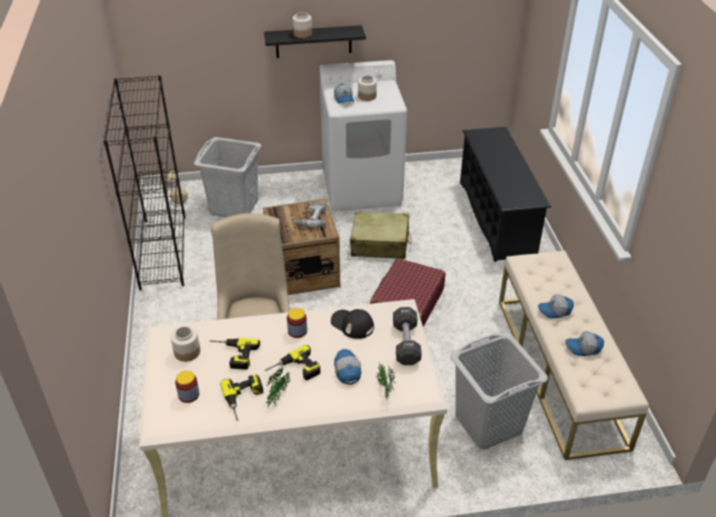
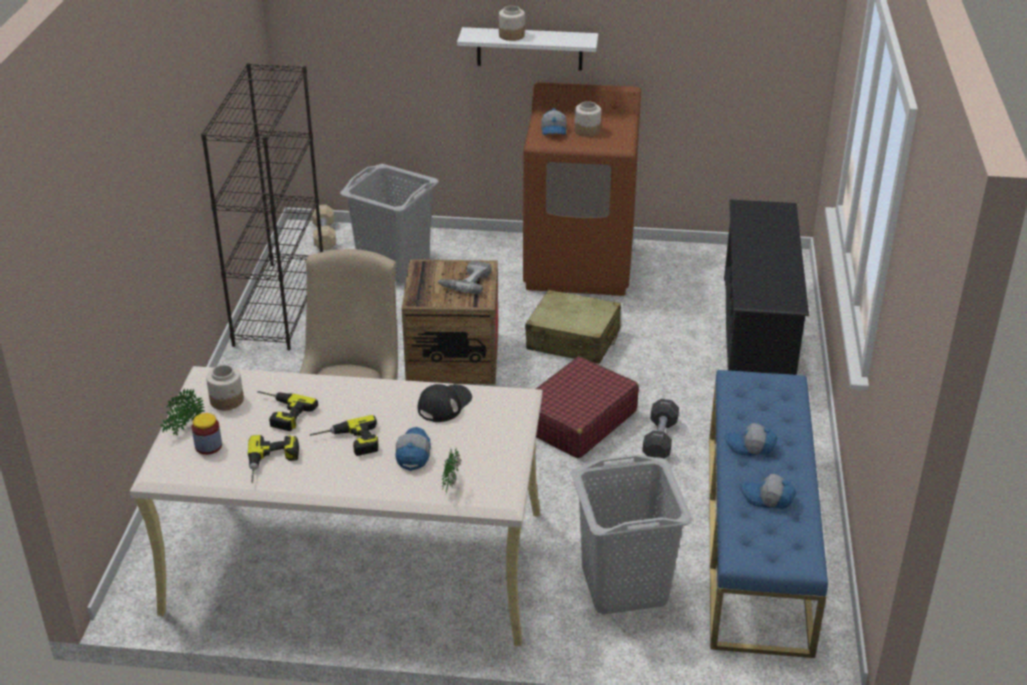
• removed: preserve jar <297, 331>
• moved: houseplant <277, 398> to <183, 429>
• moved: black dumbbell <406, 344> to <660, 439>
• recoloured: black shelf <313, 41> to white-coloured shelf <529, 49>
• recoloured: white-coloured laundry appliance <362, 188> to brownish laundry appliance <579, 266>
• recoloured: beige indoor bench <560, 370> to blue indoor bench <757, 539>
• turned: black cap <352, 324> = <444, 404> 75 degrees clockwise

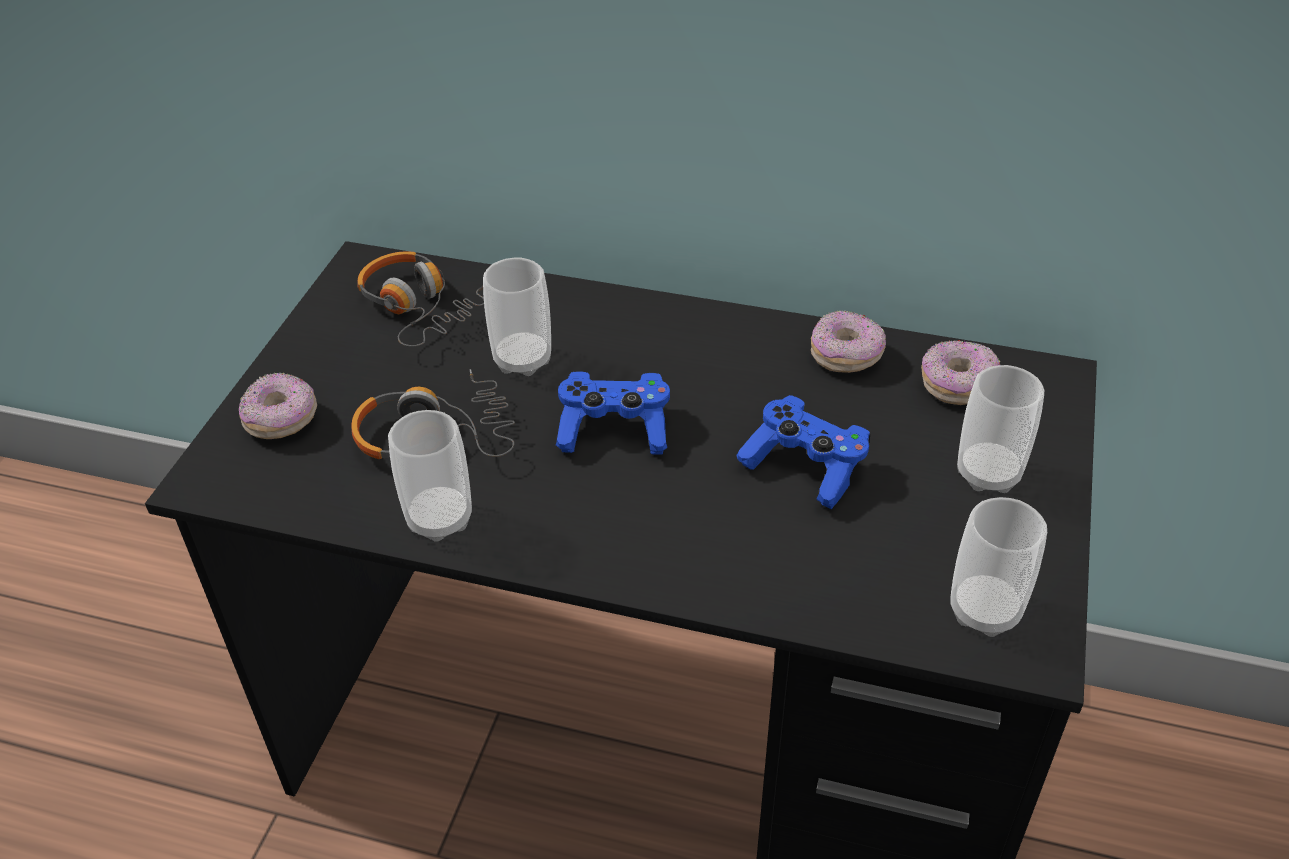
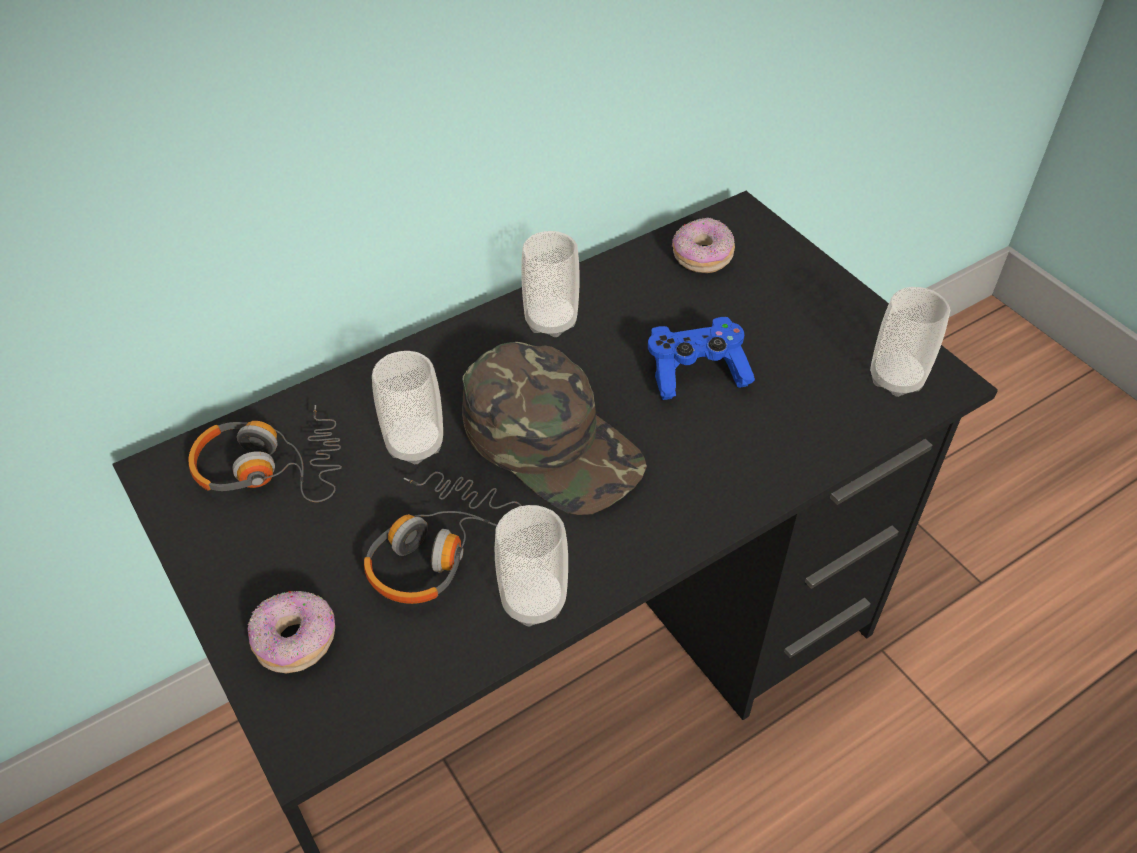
• removed: doughnut <846, 356>
• moved: small cup <988, 473> to <551, 321>
• replaced: blue gamepad <614, 429> to green cap <552, 441>

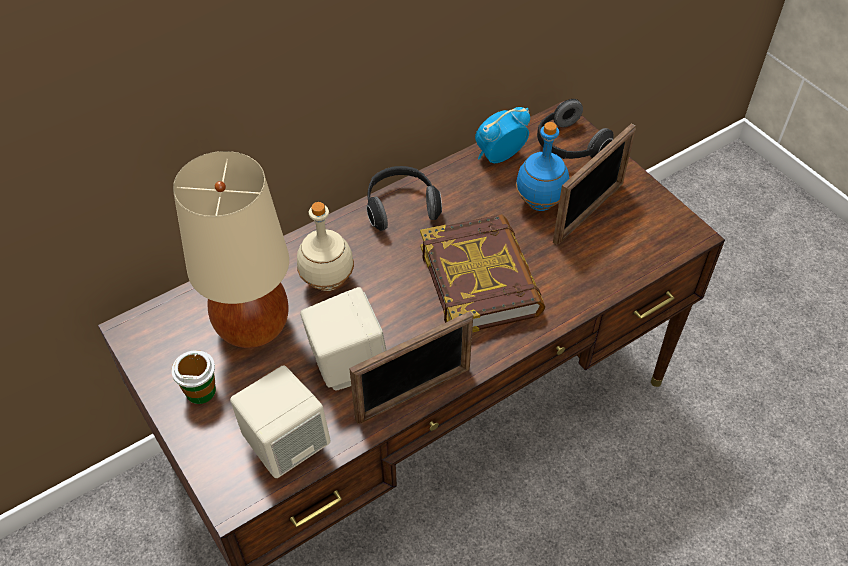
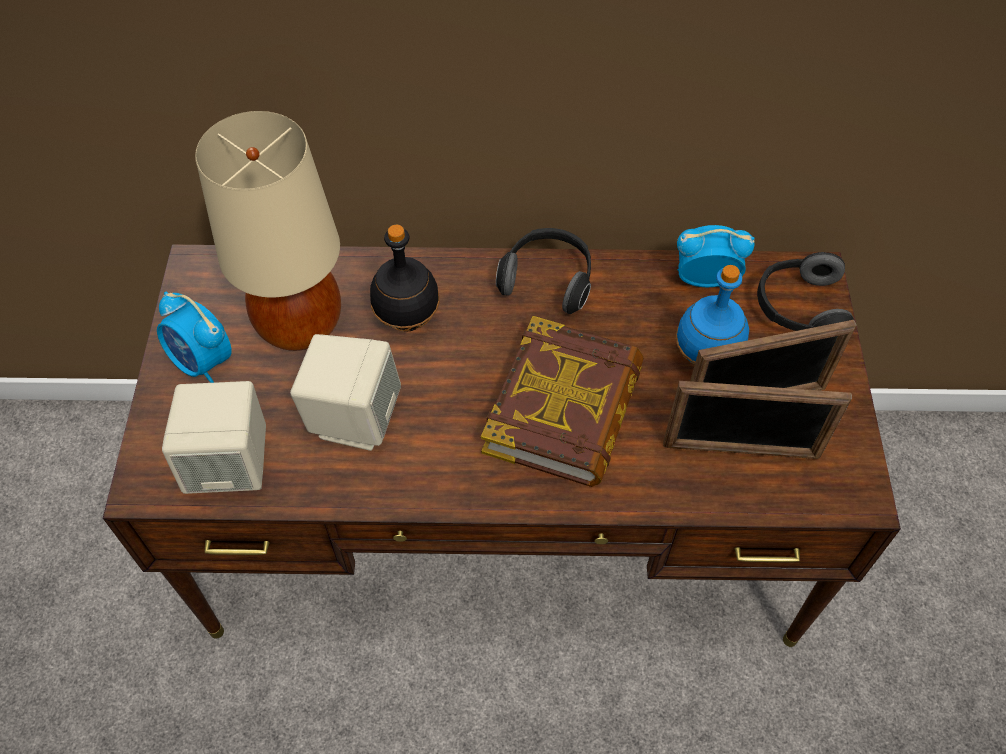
• moved: standing frame <414, 394> to <741, 450>
• replaced: small cup <200, 390> to table clock <203, 362>
• recoloured: beige drink bottle <326, 281> to black drink bottle <406, 319>

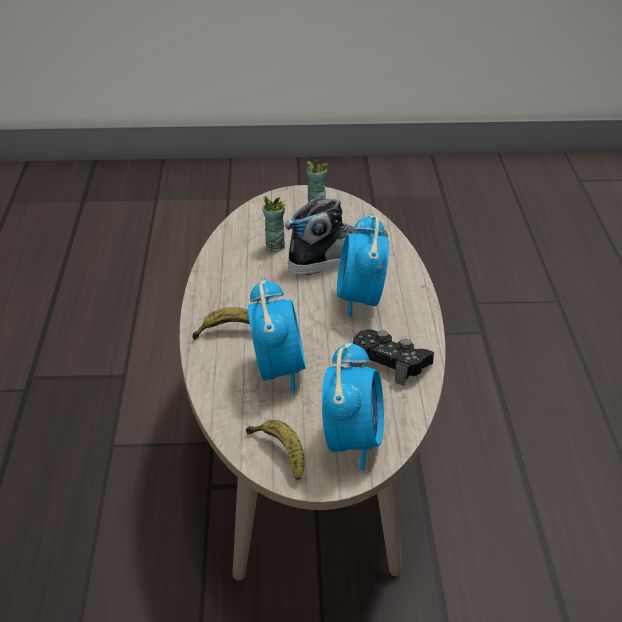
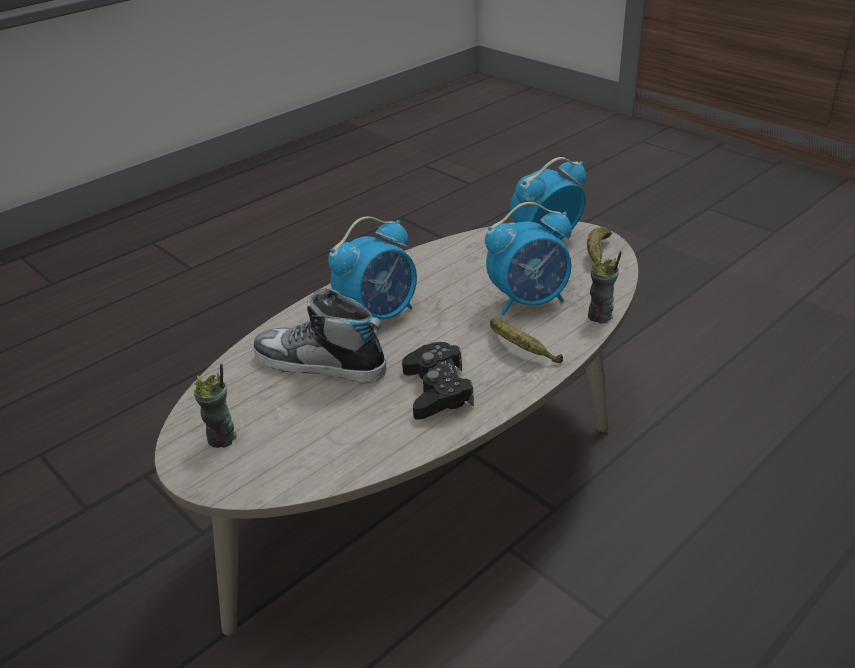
• moved: small cup <274, 246> to <600, 317>
• moved: black gamepad <390, 363> to <437, 390>
• turned: table clock <277, 372> = <529, 301> 150 degrees counterclockwise

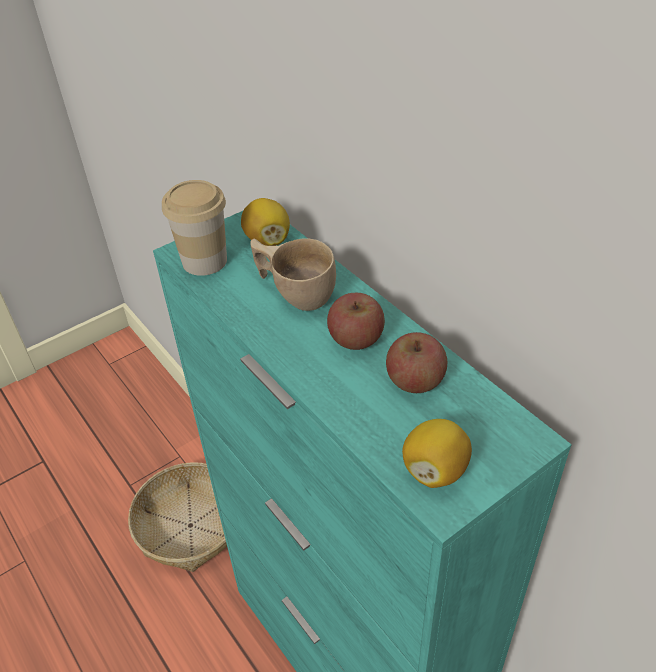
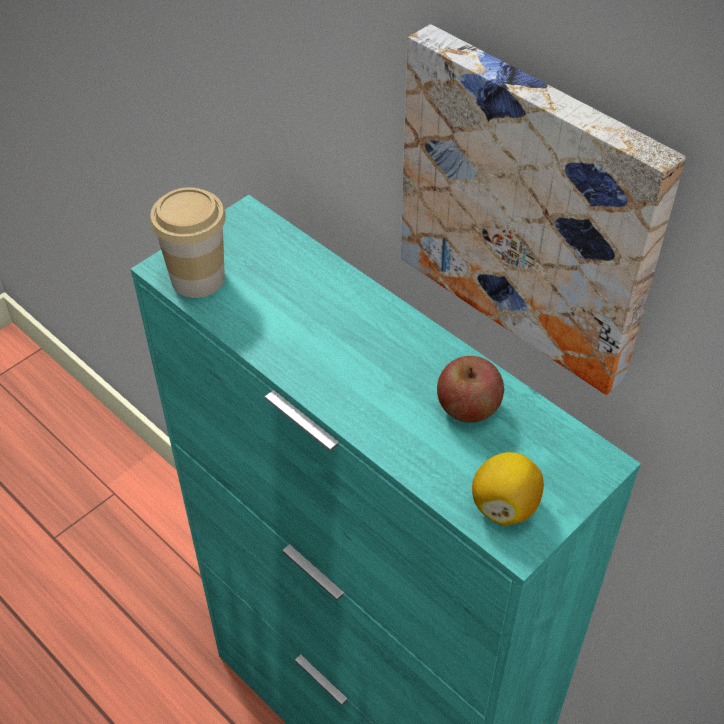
• removed: basket <190, 525>
• removed: lemon <267, 240>
• removed: beige small cup <295, 292>
• removed: apple fruit <356, 339>
• added: picture <532, 206>

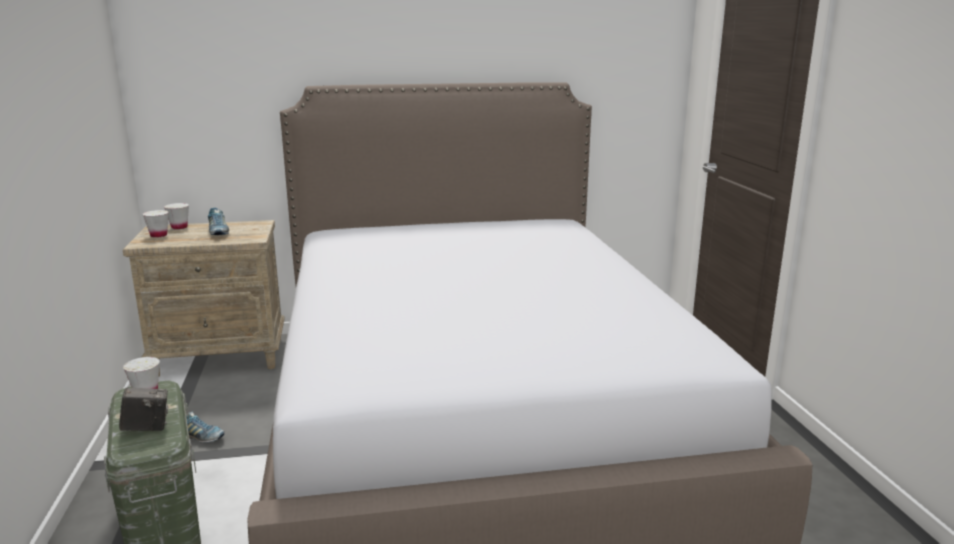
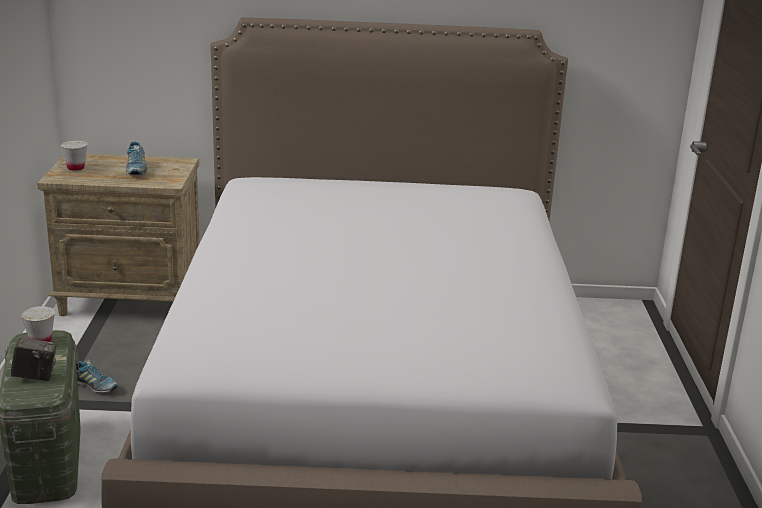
• removed: white-coloured small cup <179, 227>

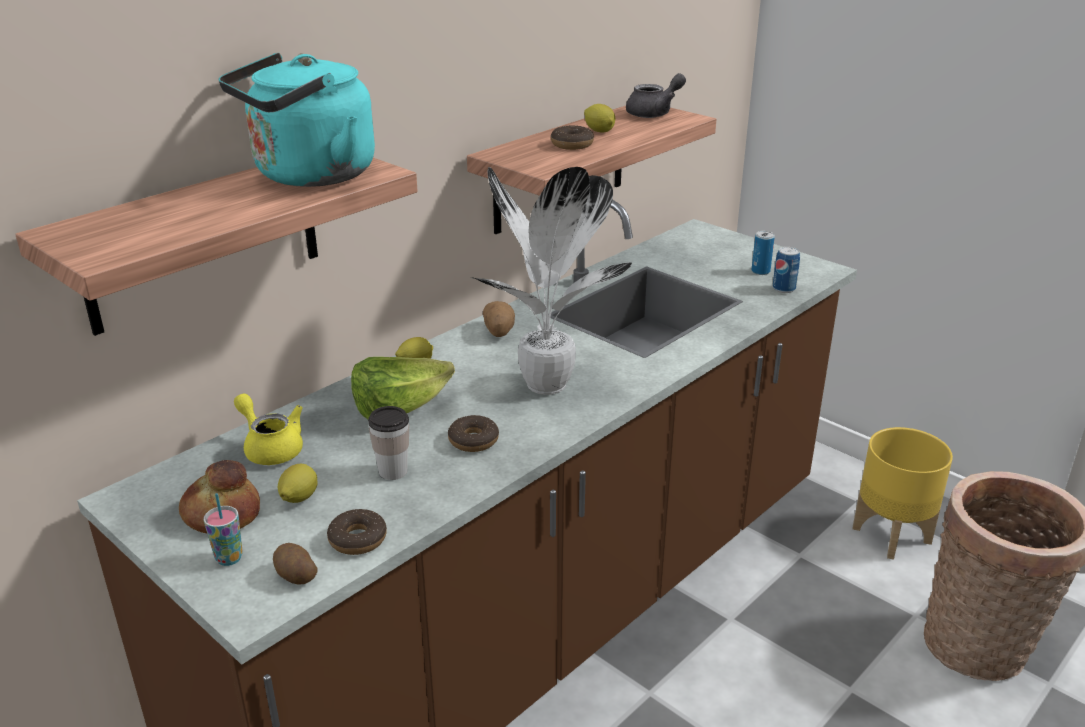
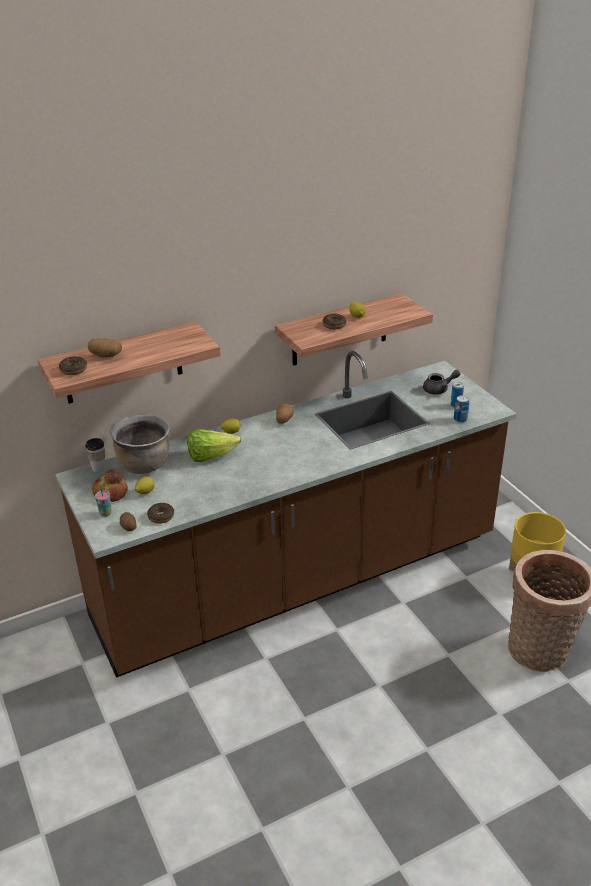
• removed: blue-green tea kettle <309, 176>
• removed: houseplant <547, 387>
• added: spud <105, 356>
• moved: small cup <393, 471> to <98, 468>
• moved: doughnut <473, 440> to <73, 369>
• moved: greyish pot for tea <654, 113> to <439, 389>
• replaced: yellow pot for tea <271, 447> to brownish cooking pot <144, 464>

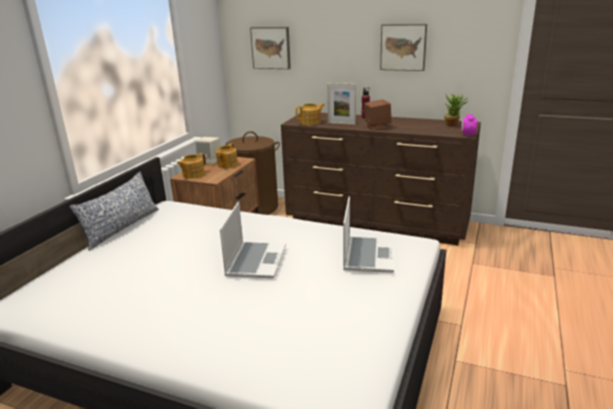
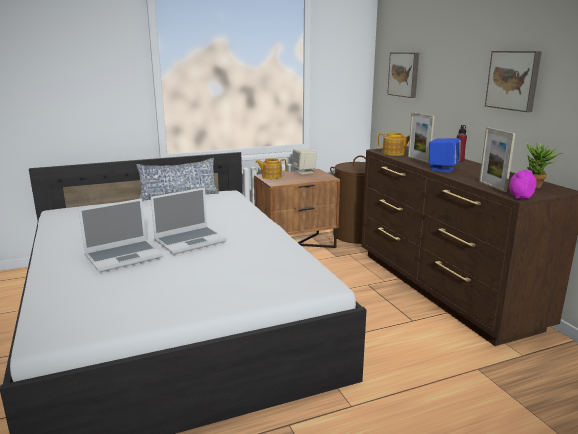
• removed: pot for tea <227, 165>
• added: standing frame <492, 186>
• moved: notebook computer <368, 255> to <124, 256>
• recoloured: brownish loudspeaker <377, 127> to blue loudspeaker <442, 169>

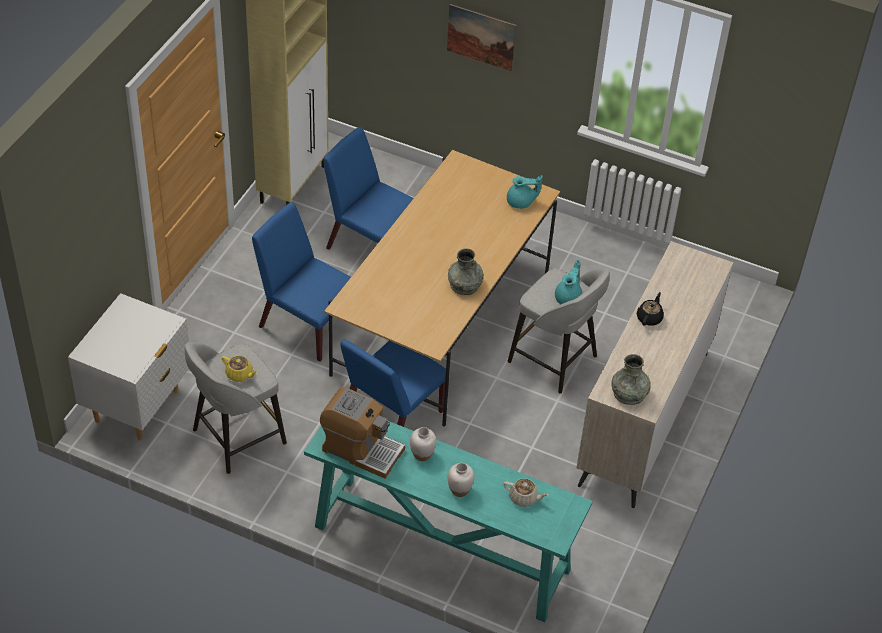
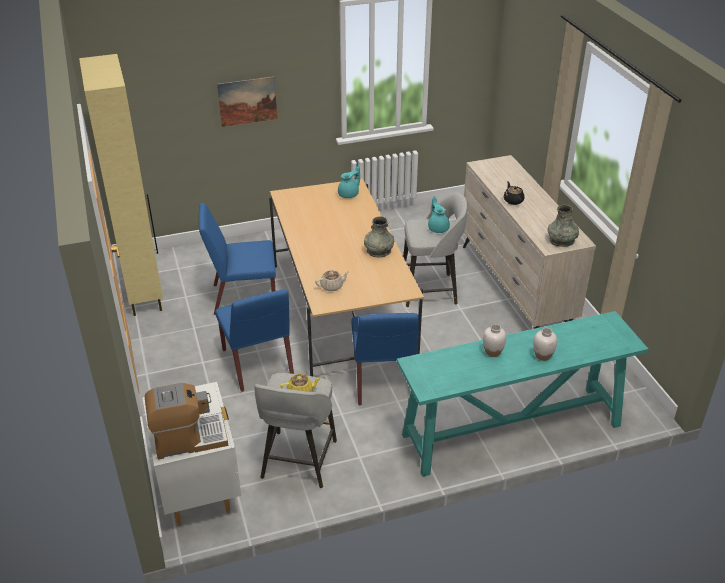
• moved: coffee brewer <361, 449> to <188, 438>
• moved: beige pot for tea <524, 498> to <332, 286>
• turned: blue plain chair <307, 325> = <258, 364> 105 degrees counterclockwise

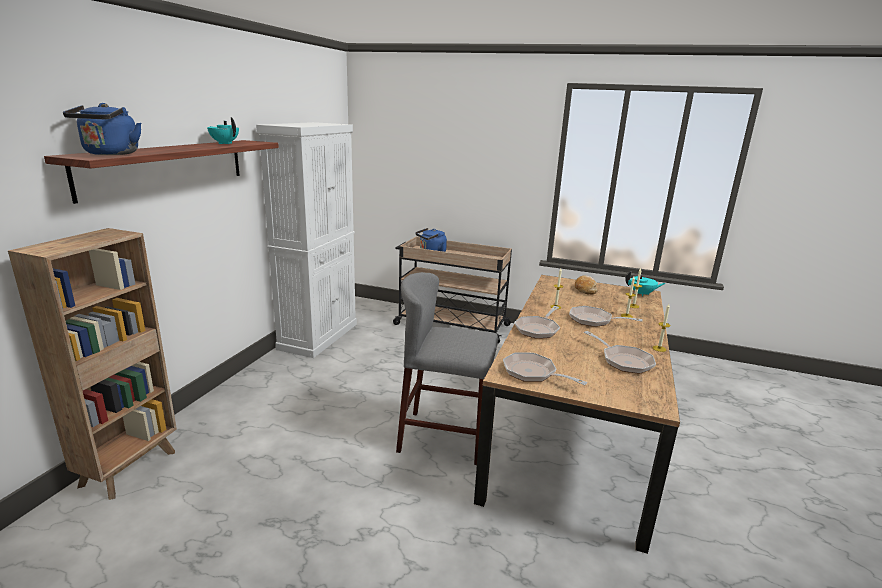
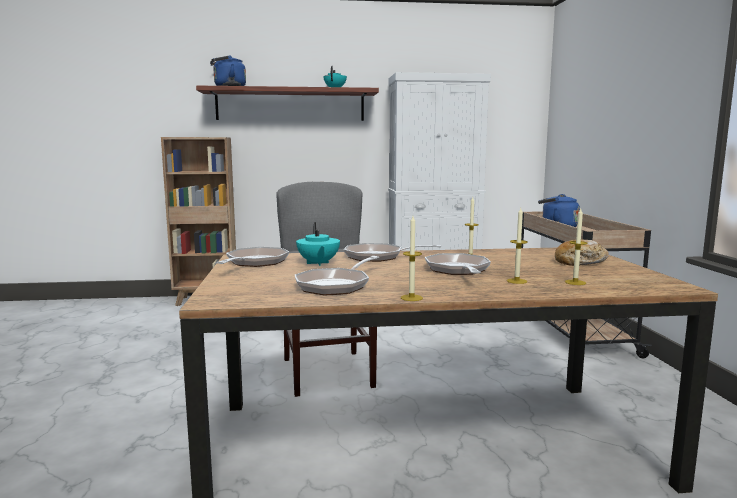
• moved: blue-green pot for tea <642, 294> to <318, 263>

